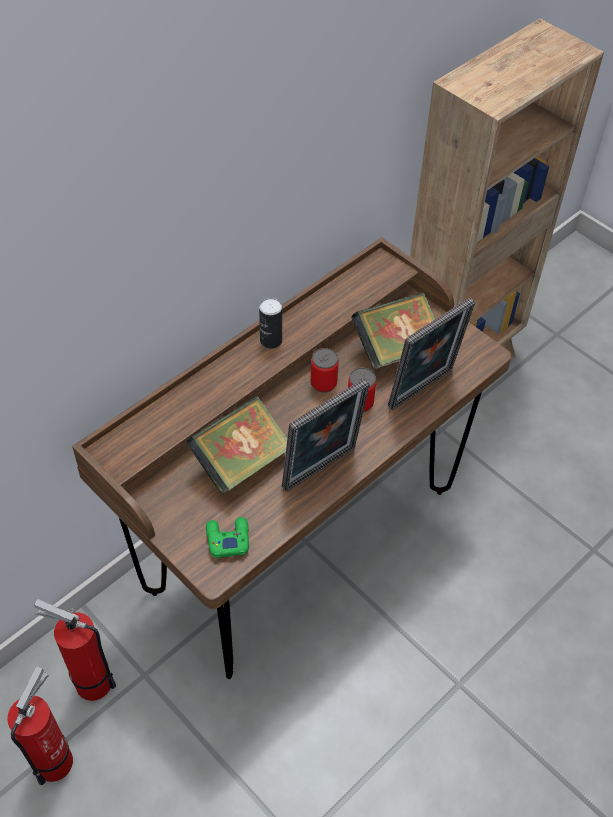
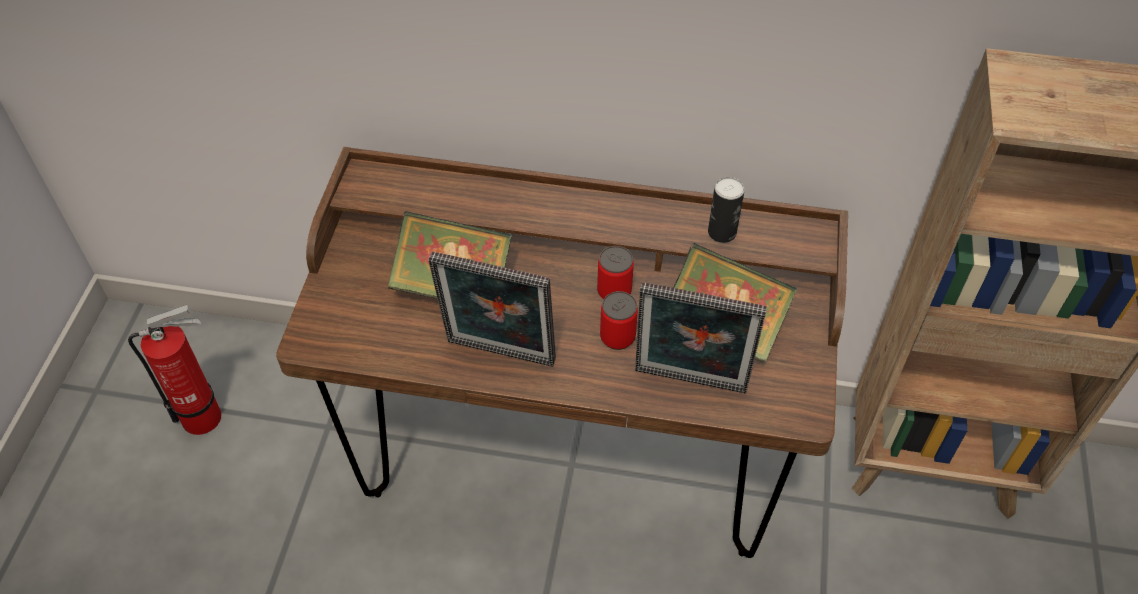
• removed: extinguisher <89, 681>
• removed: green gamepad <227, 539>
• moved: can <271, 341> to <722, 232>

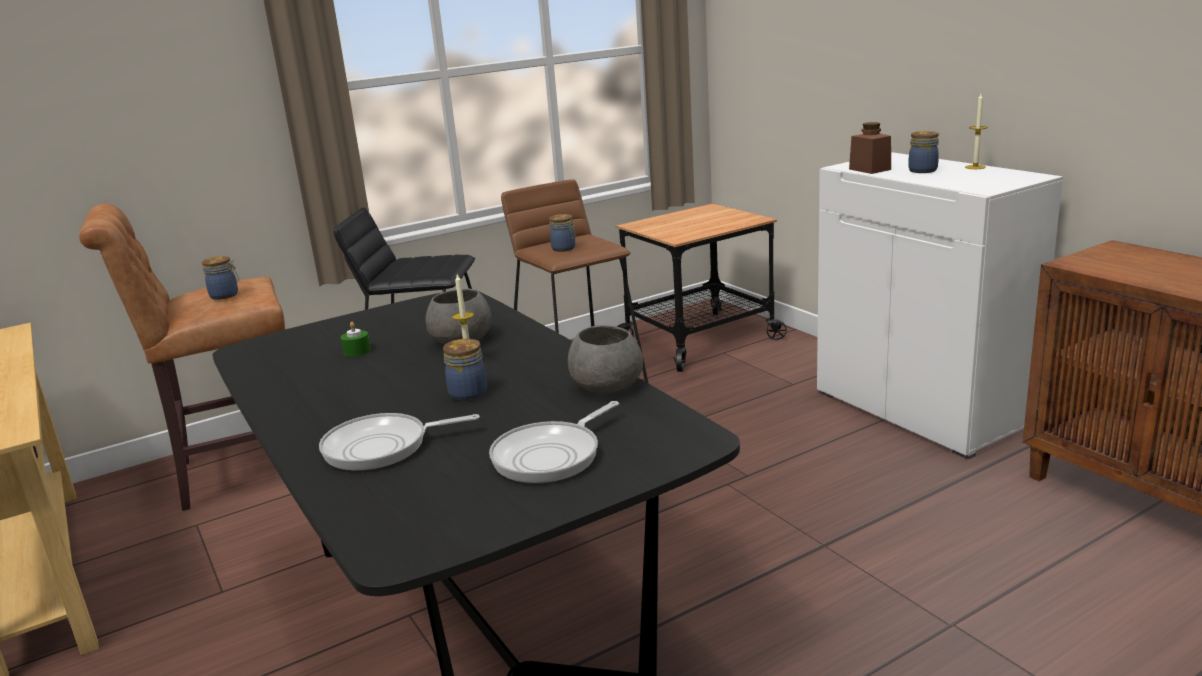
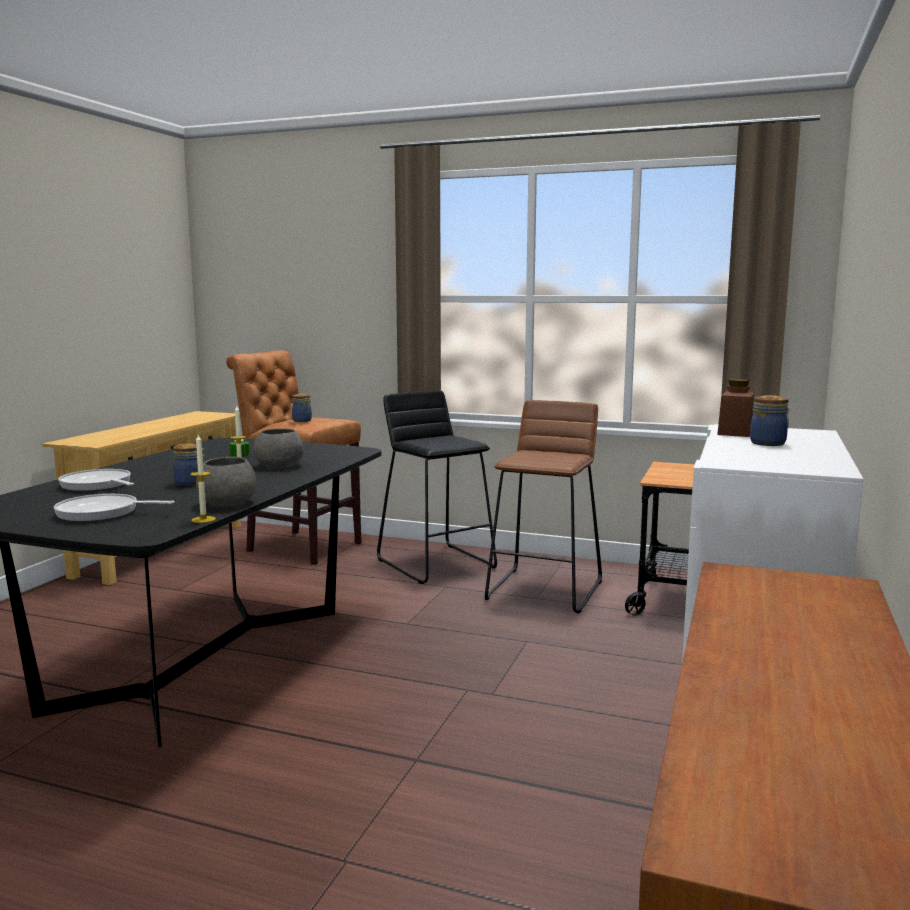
• removed: preserve jar <564, 249>
• moved: wax light <975, 167> to <203, 519>

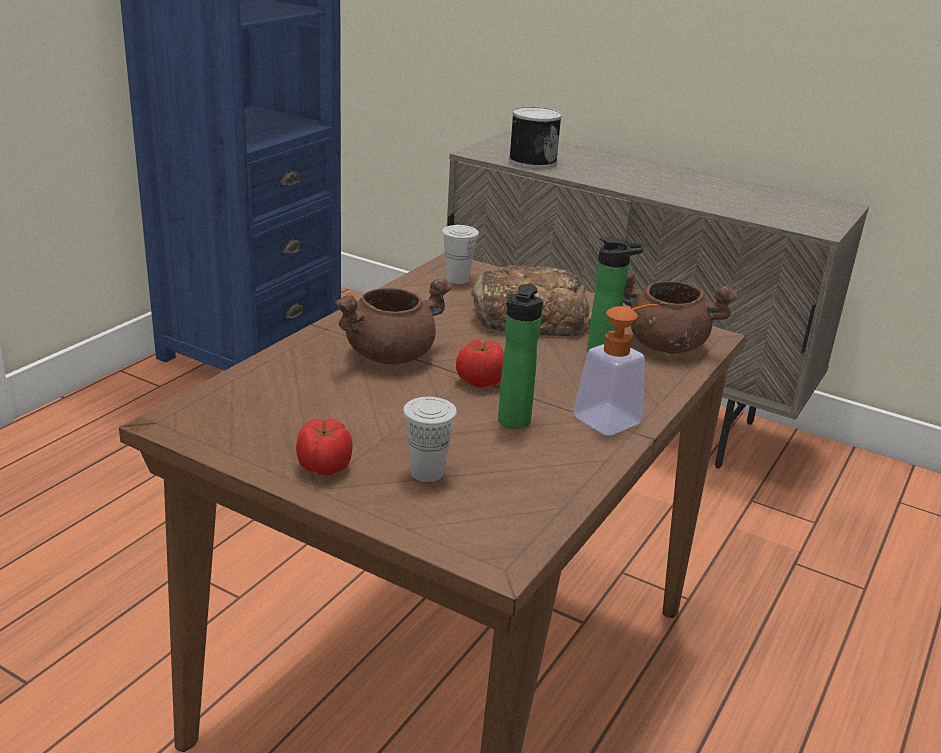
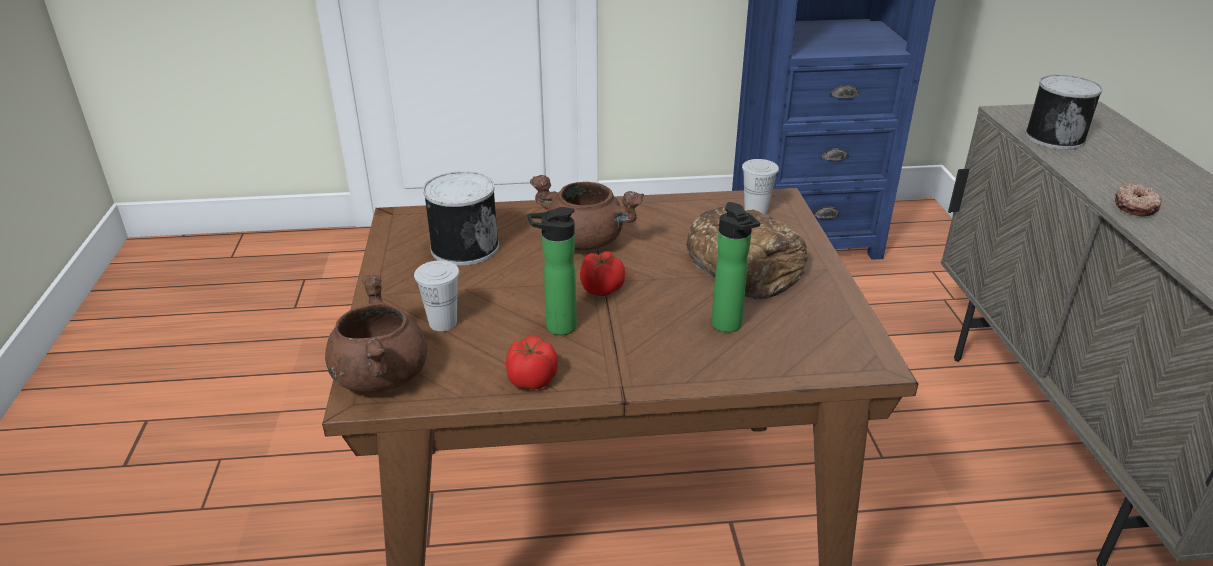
• removed: soap bottle <615, 417>
• added: can <463, 247>
• added: doughnut <1136, 206>
• moved: fresh tomato <324, 467> to <531, 380>
• moved: brownish cooking pot <664, 345> to <379, 375>

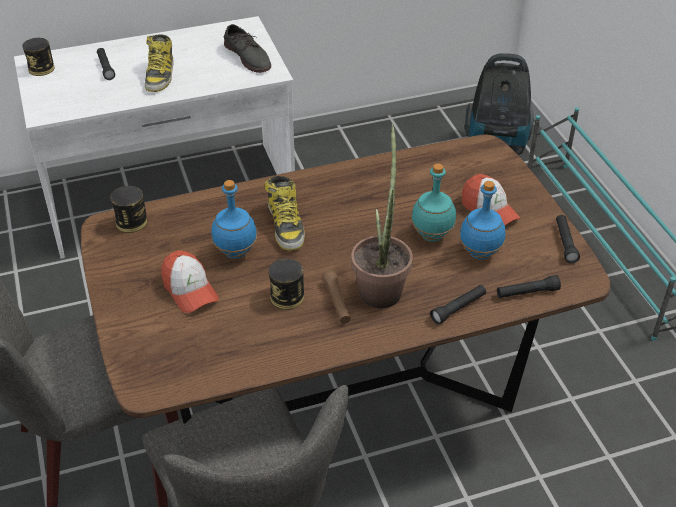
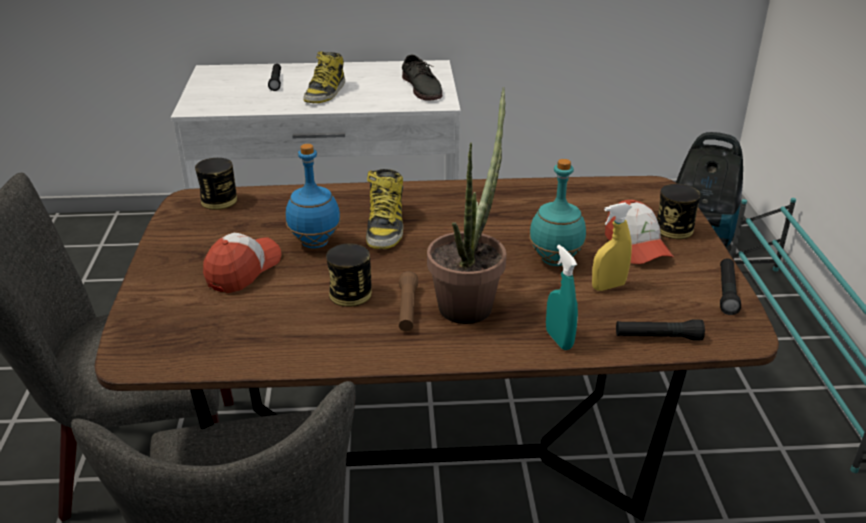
• moved: can <41, 68> to <674, 229>
• replaced: black torch <458, 308> to blue-green hand sprayer <559, 339>
• replaced: blue drink bottle <479, 253> to yellow hand sprayer <608, 286>
• turned: cap <189, 290> = <243, 270> 135 degrees counterclockwise

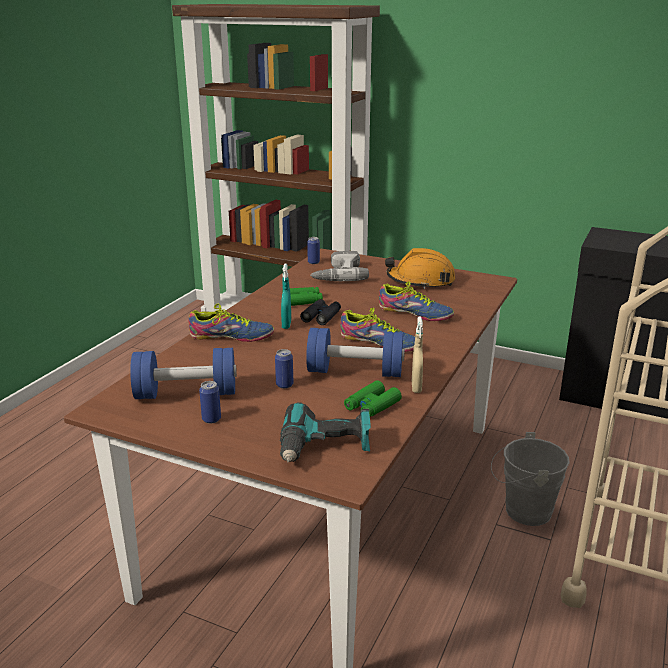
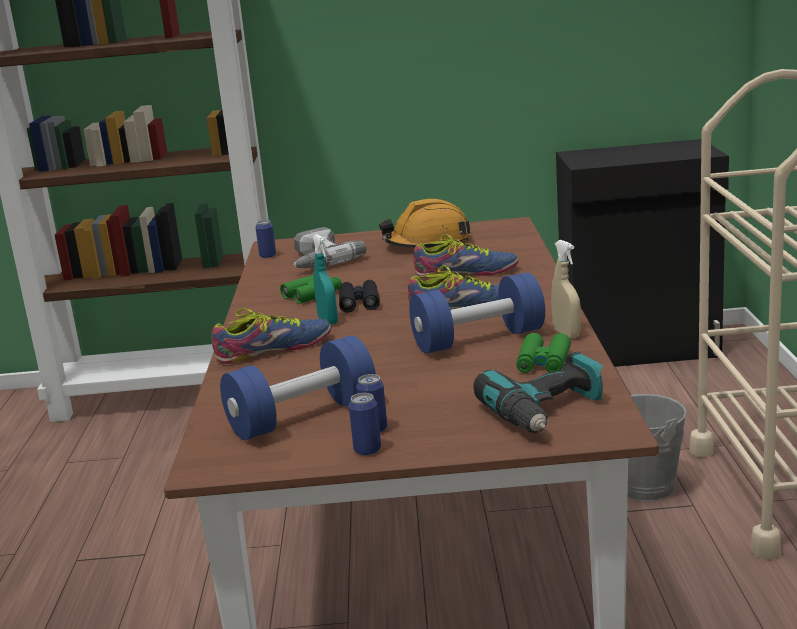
• moved: can <284, 385> to <367, 450>

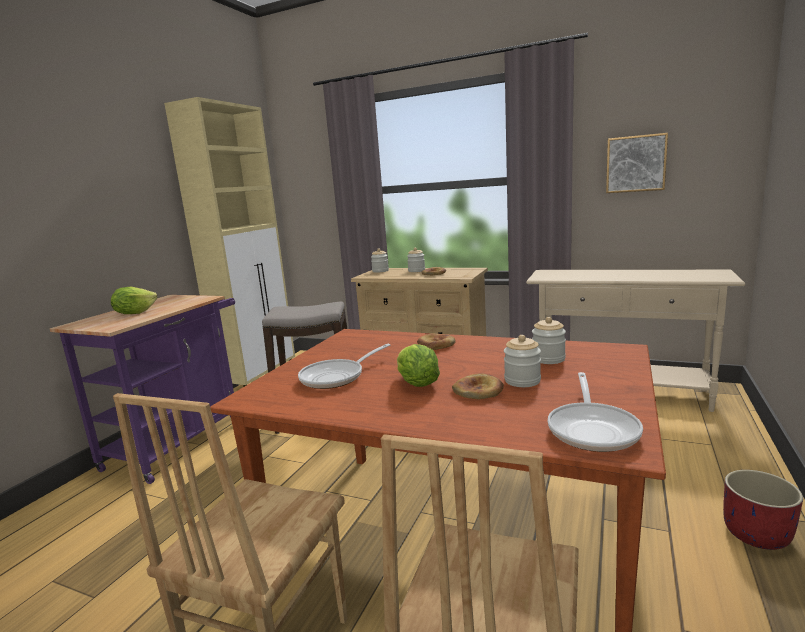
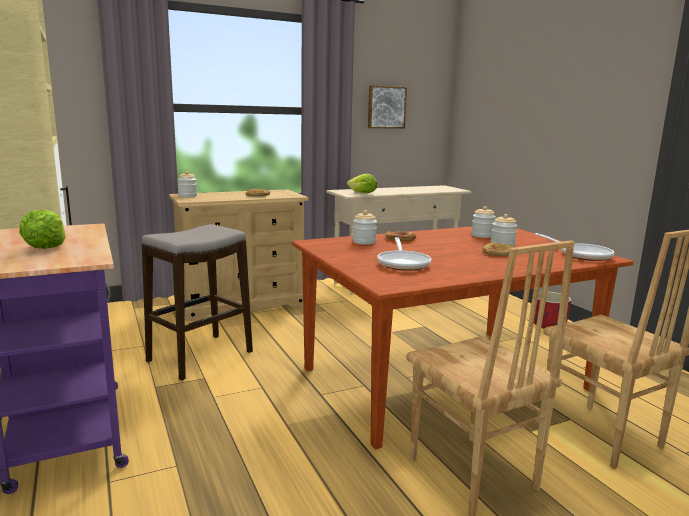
• moved: head of lettuce <417, 384> to <363, 193>
• moved: preserve jar <416, 271> to <364, 242>

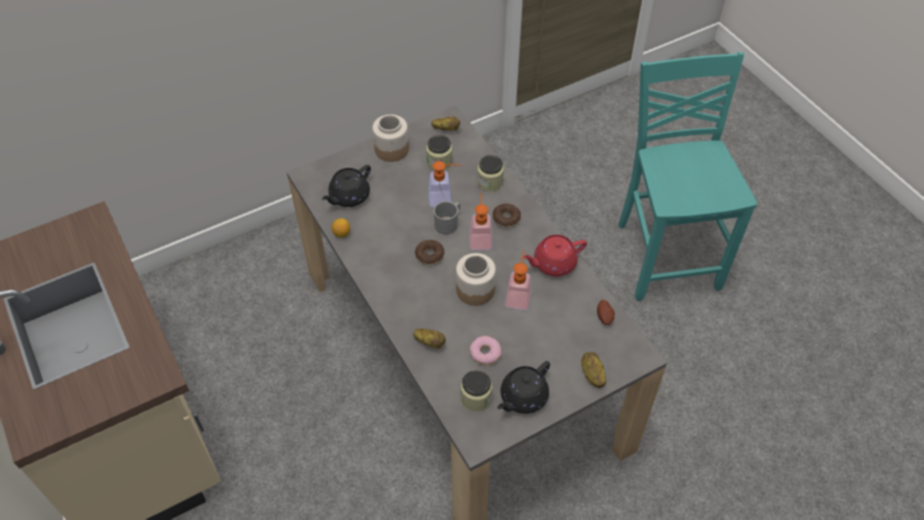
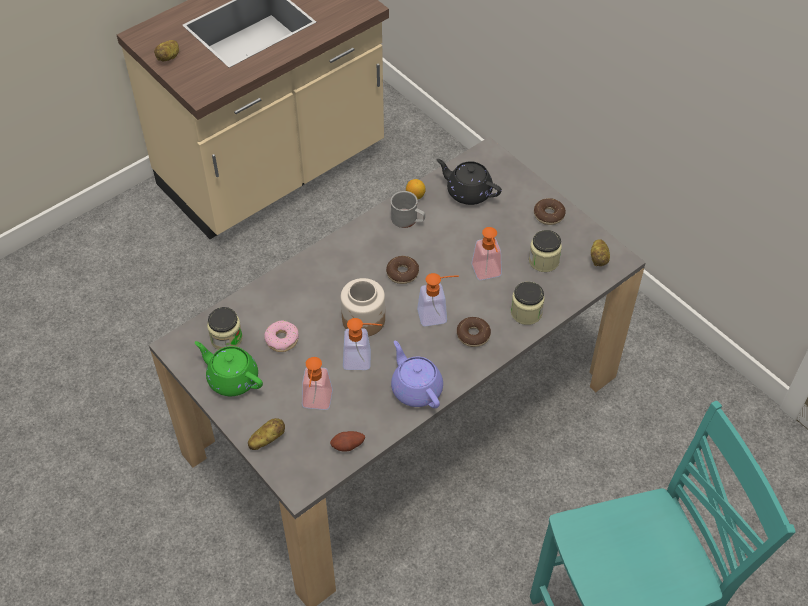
• added: soap bottle <316, 404>
• moved: spud <430, 342> to <169, 57>
• moved: greyish mug <448, 223> to <408, 220>
• replaced: preserve jar <391, 150> to doughnut <549, 215>
• recoloured: black pot for tea <522, 397> to green pot for tea <232, 378>
• recoloured: reddish pot for tea <553, 263> to purplish pot for tea <416, 388>

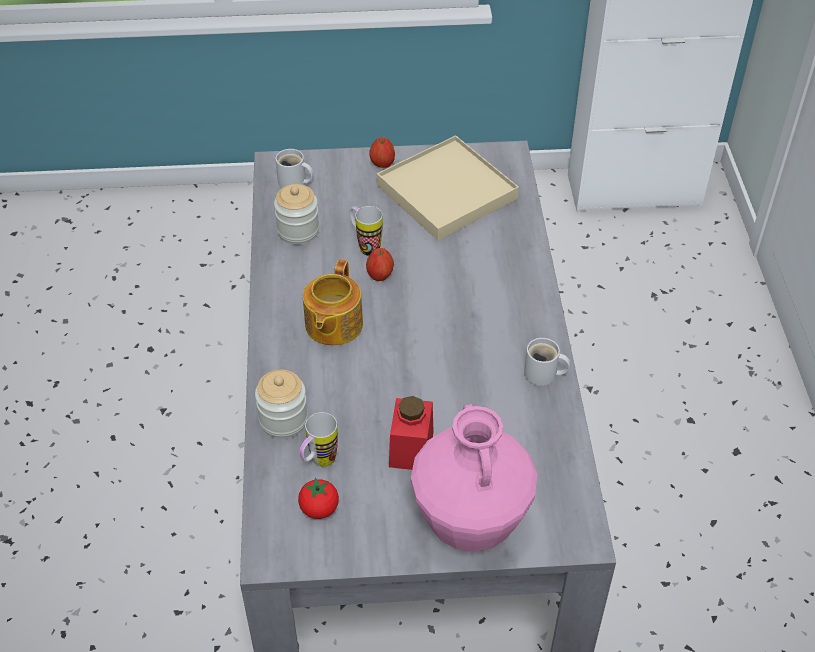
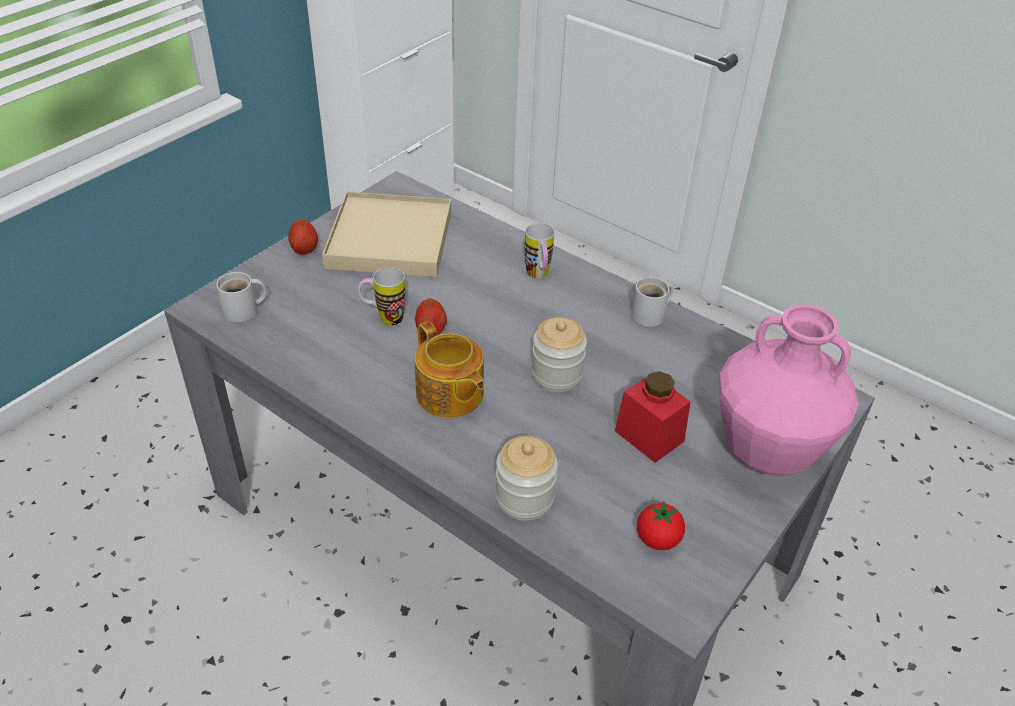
• moved: preserve jar <298, 231> to <556, 375>
• moved: mug <318, 463> to <538, 276>

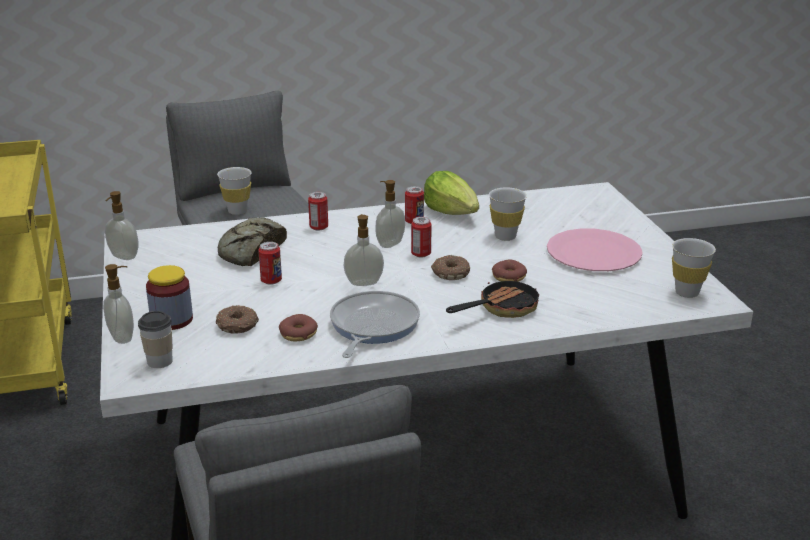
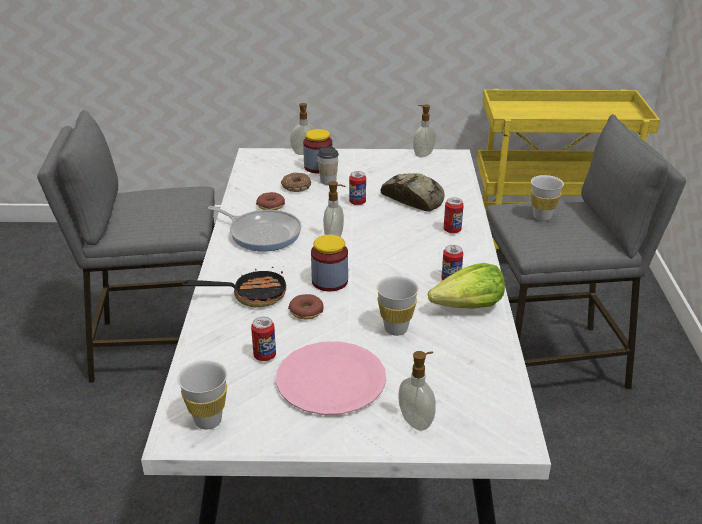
• moved: small cup <160, 361> to <328, 181>
• moved: soap bottle <389, 244> to <416, 421>
• moved: can <421, 254> to <264, 356>
• replaced: doughnut <450, 273> to preserve jar <329, 281>
• turned: pan <501, 309> = <251, 295> 75 degrees counterclockwise

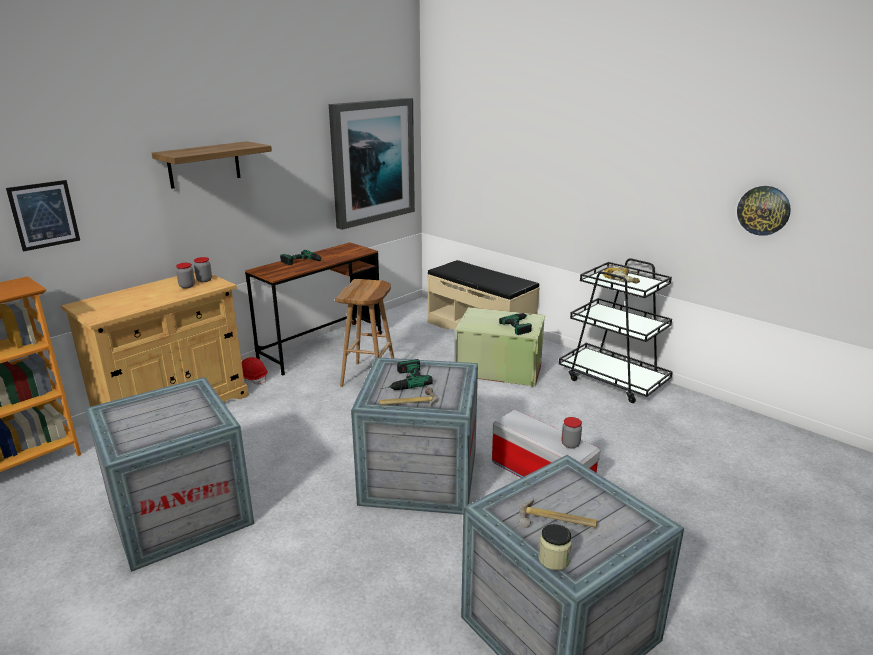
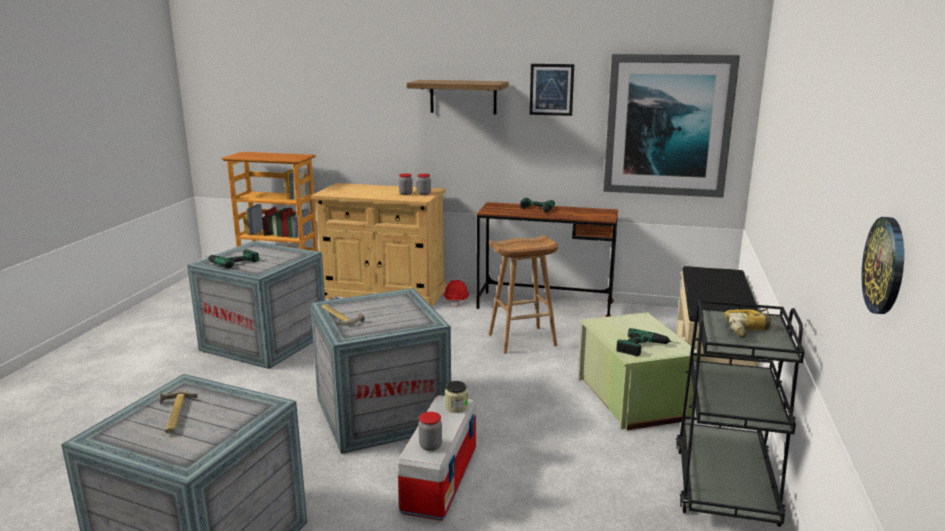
• moved: picture <44, 215> to <551, 89>
• moved: drill <401, 381> to <230, 261>
• moved: preserve jar <554, 559> to <456, 407>

